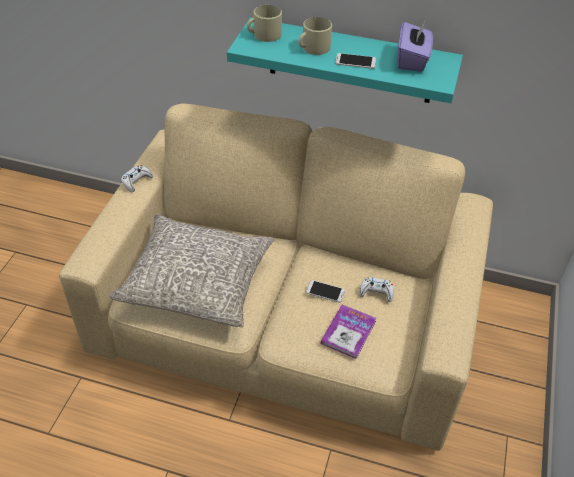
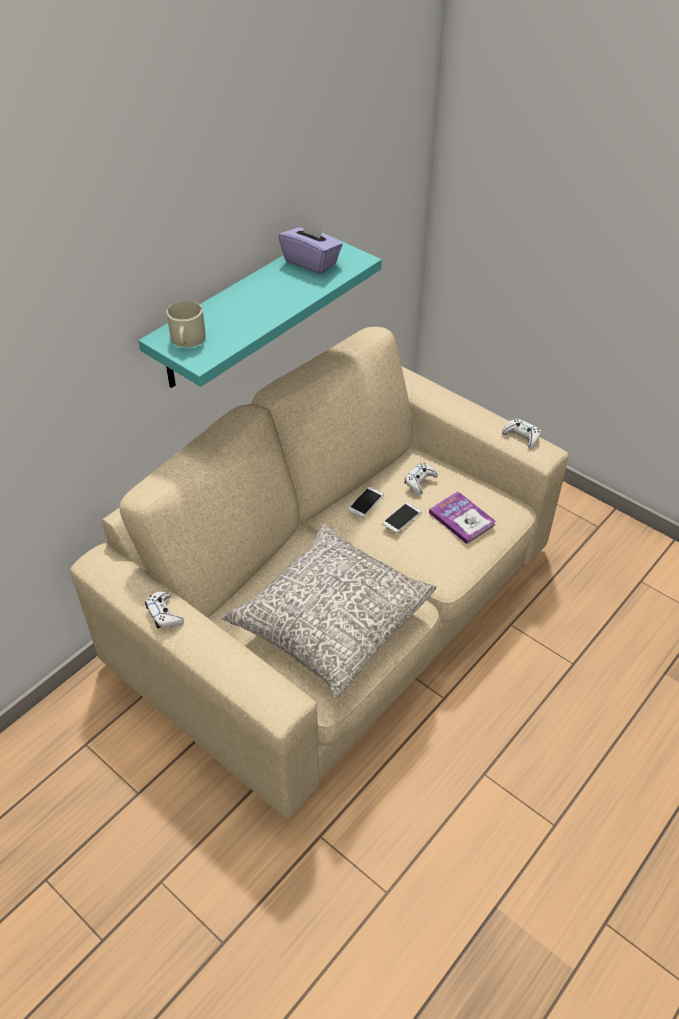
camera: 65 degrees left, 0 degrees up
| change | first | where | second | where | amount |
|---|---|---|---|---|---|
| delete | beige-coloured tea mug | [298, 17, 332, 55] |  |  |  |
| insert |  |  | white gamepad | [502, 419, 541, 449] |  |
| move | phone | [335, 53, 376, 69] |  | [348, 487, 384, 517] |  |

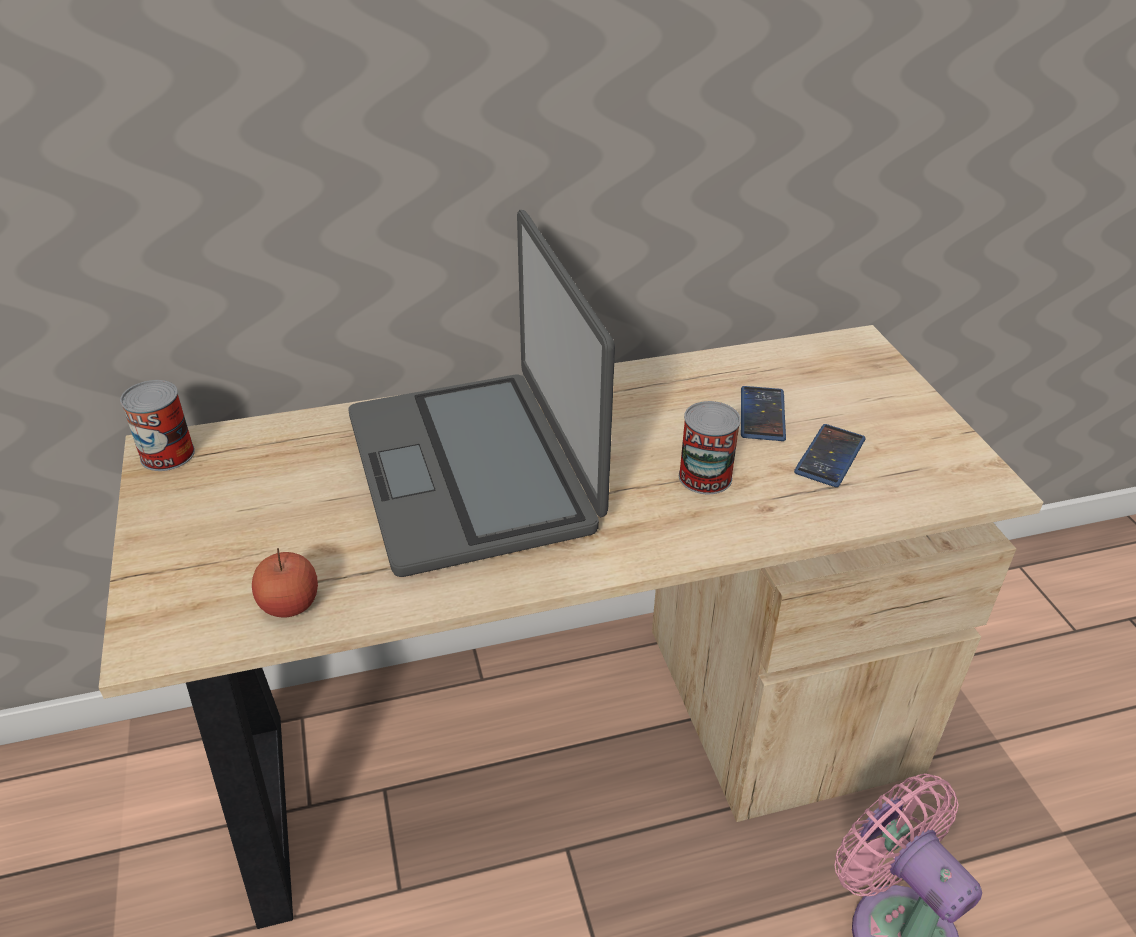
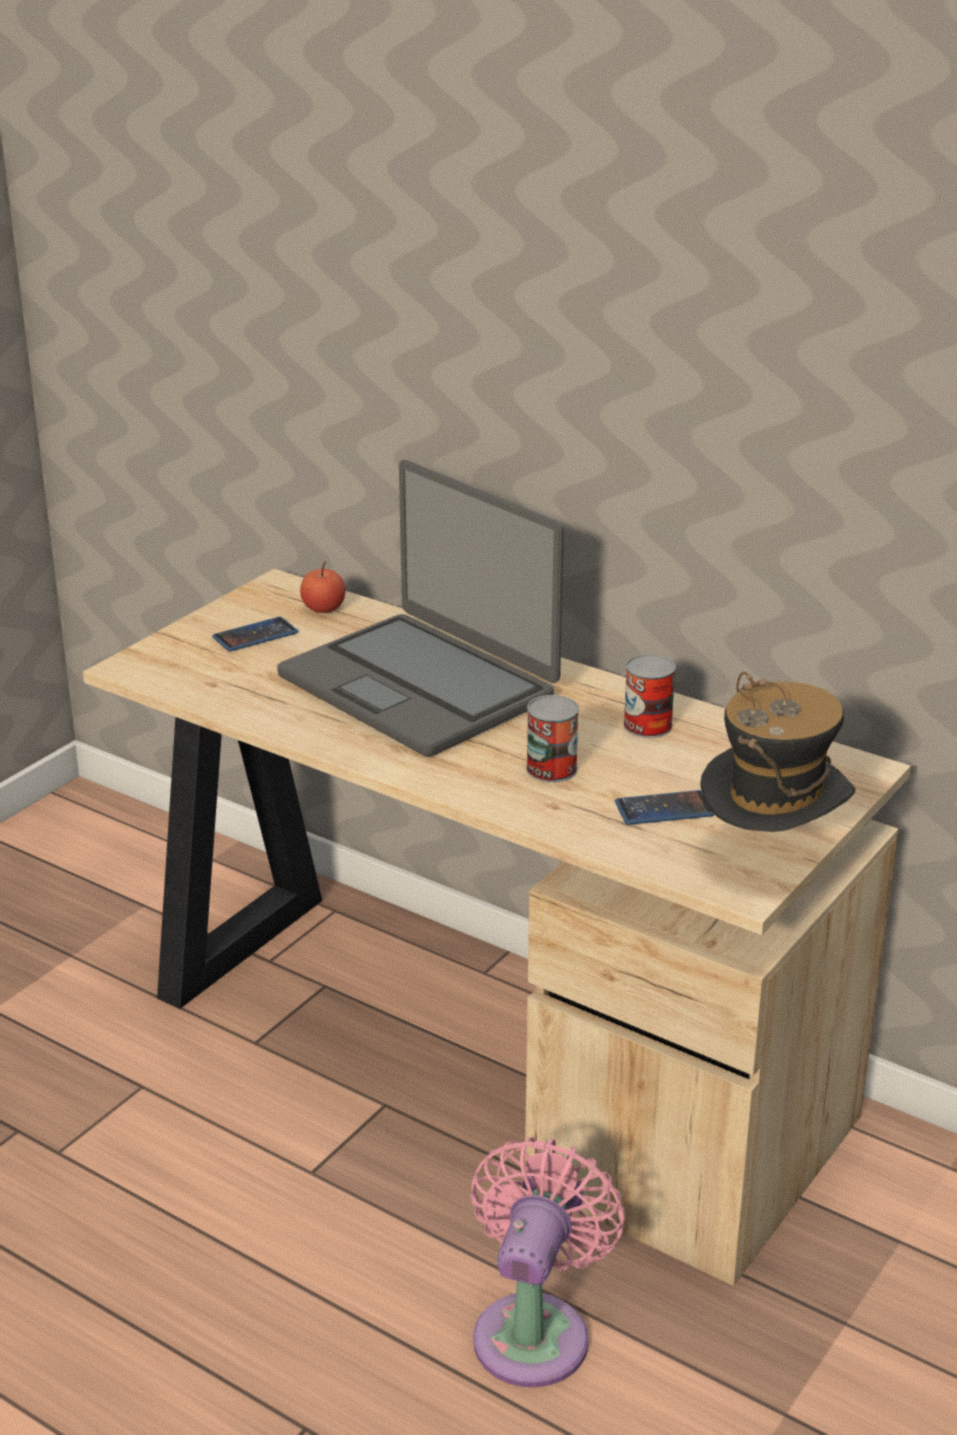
camera: 50 degrees right, 10 degrees down
| change | first | where | second | where | amount |
|---|---|---|---|---|---|
| insert |  |  | clothing hat | [700, 672, 856, 832] |  |
| move | sealed can | [120, 380, 195, 471] |  | [623, 654, 676, 738] |  |
| move | whole apple | [252, 548, 318, 617] |  | [300, 561, 346, 613] |  |
| move | phone | [741, 386, 786, 441] |  | [212, 617, 298, 652] |  |
| rotate | laptop | [348, 210, 615, 577] |  | [277, 460, 564, 757] | 75 degrees counterclockwise |

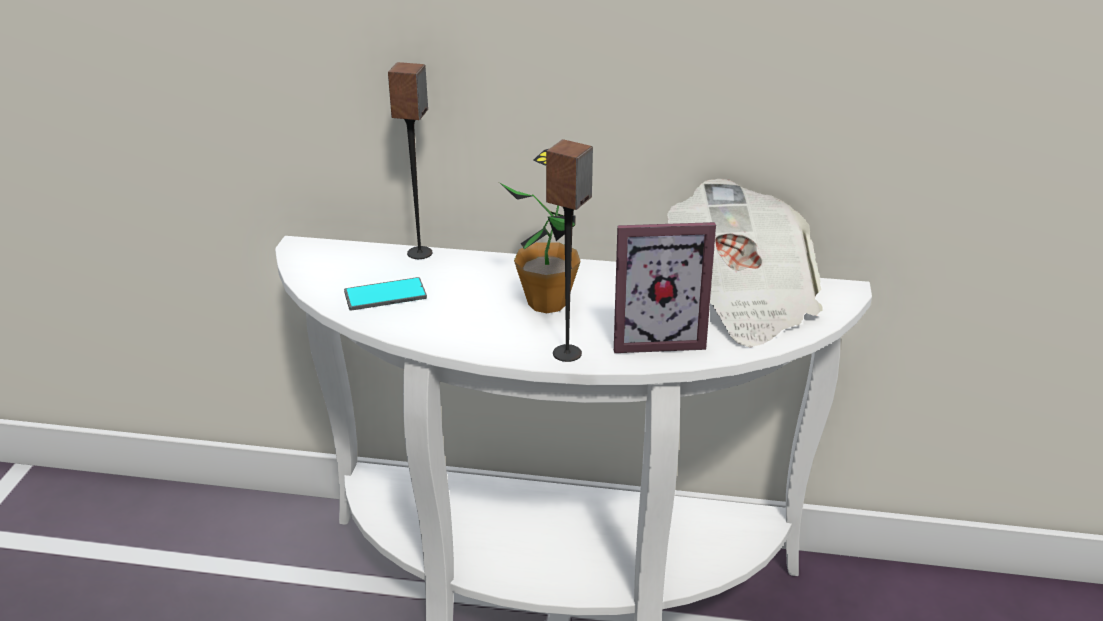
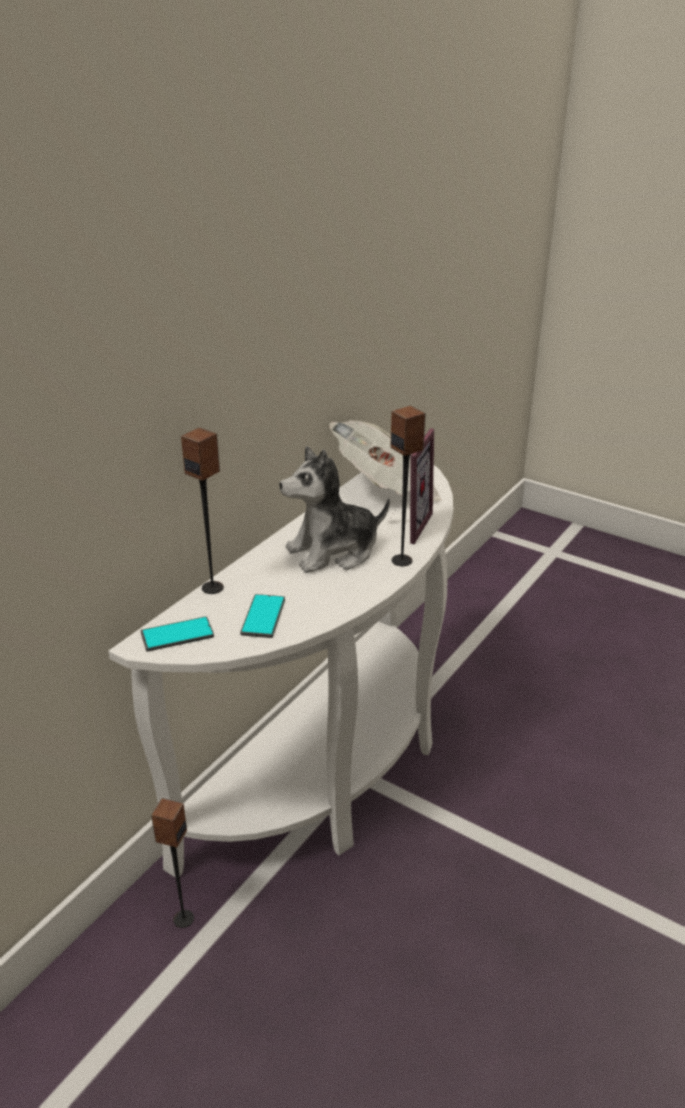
camera: 65 degrees left, 0 degrees up
| change | first | where | second | where | amount |
|---|---|---|---|---|---|
| insert |  |  | phone | [141, 616, 214, 652] |  |
| insert |  |  | audio speaker | [151, 798, 194, 928] |  |
| replace | houseplant | [500, 149, 581, 313] | soft toy | [279, 446, 390, 573] |  |

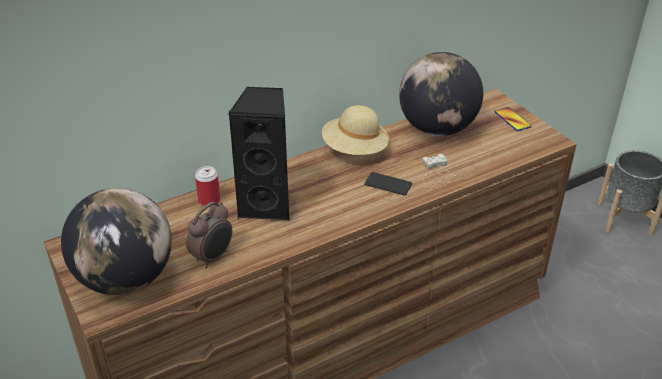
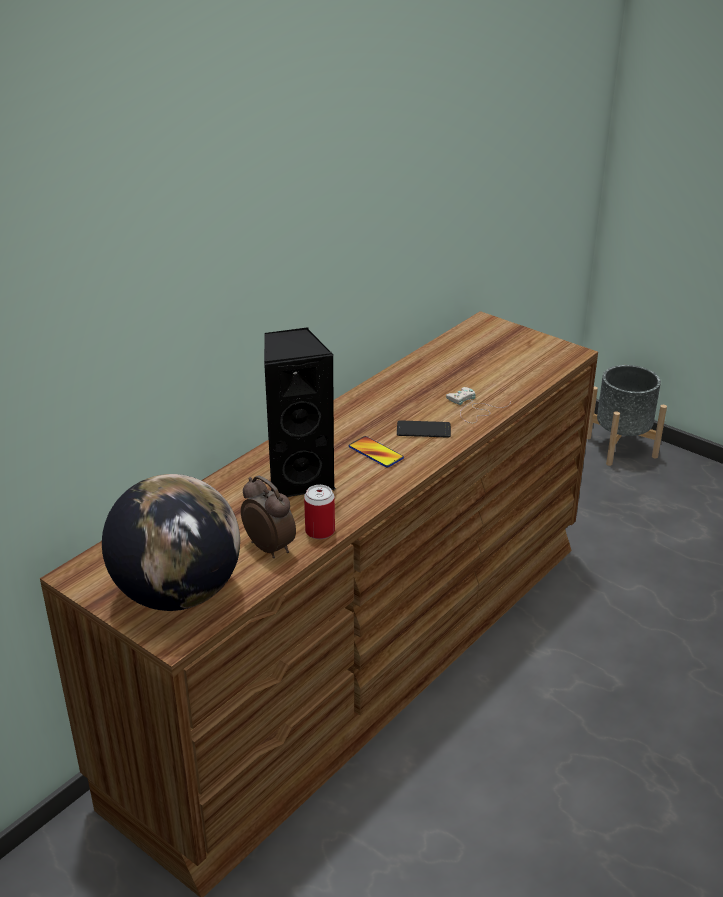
camera: 20 degrees left, 5 degrees down
| change | first | where | second | where | amount |
|---|---|---|---|---|---|
| delete | beige-coloured clothing hat | [322, 105, 389, 155] |  |  |  |
| delete | world globe | [399, 52, 483, 136] |  |  |  |
| move | sealed can | [195, 166, 221, 206] |  | [304, 485, 335, 539] |  |
| move | phone | [495, 107, 532, 131] |  | [349, 436, 404, 468] |  |
| rotate | bedside clock | [186, 202, 232, 268] |  | [241, 475, 296, 558] | 60 degrees counterclockwise |

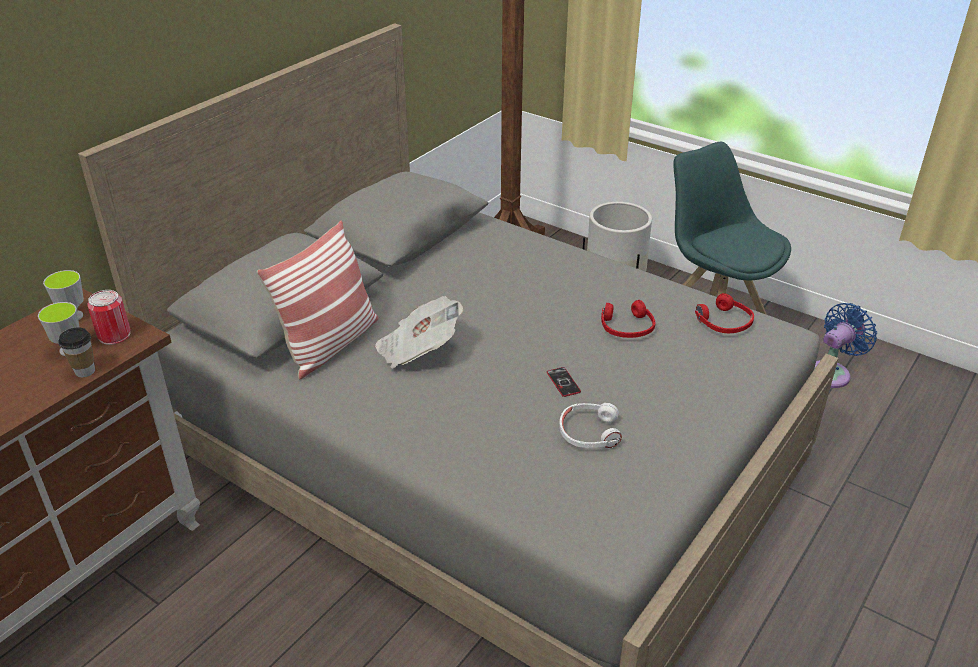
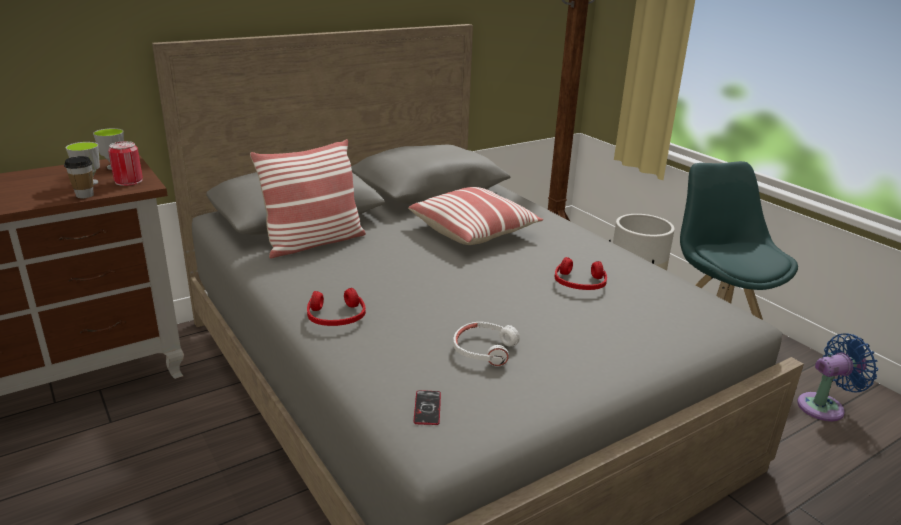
camera: 20 degrees right, 10 degrees down
| change | first | where | second | where | amount |
|---|---|---|---|---|---|
| delete | daily paper | [375, 296, 463, 369] |  |  |  |
| insert |  |  | cushion | [408, 187, 543, 245] |  |
| move | phone | [547, 367, 581, 397] |  | [414, 390, 441, 425] |  |
| move | red-coloured pair of headphones | [695, 293, 754, 333] |  | [307, 288, 366, 326] |  |

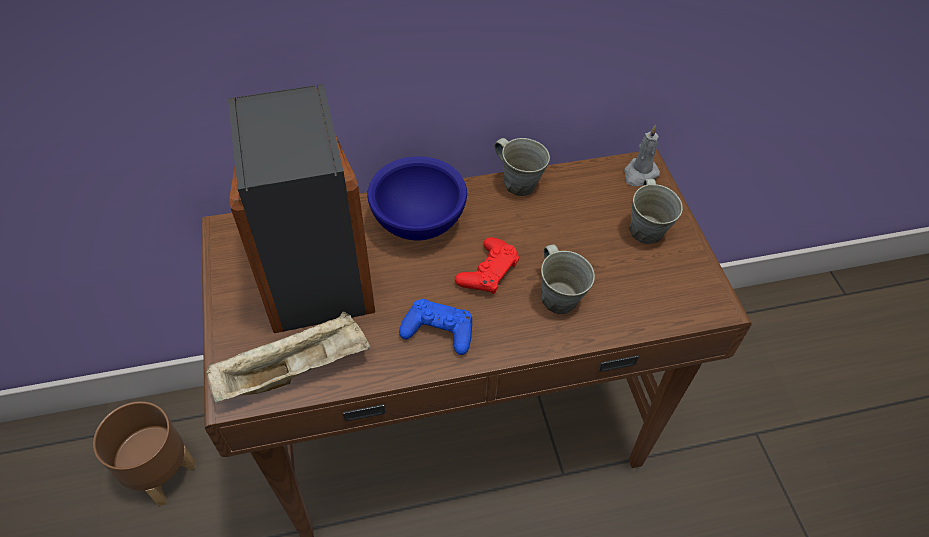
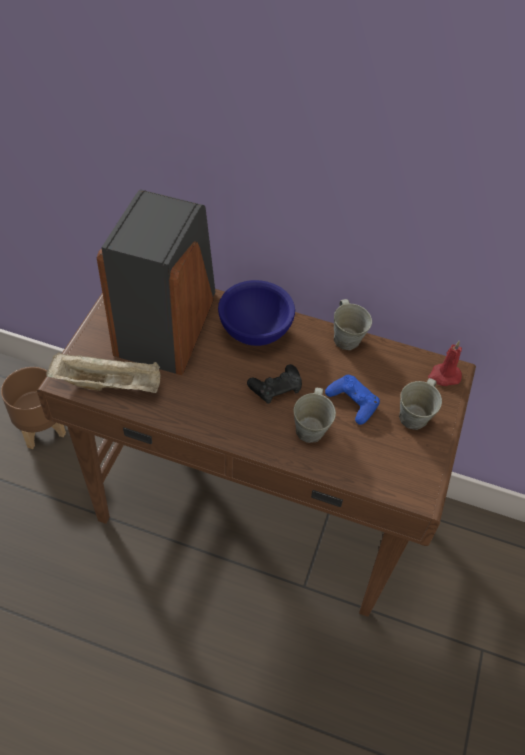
camera: 30 degrees right, 0 degrees up
| change | first | where | second | where | amount |
|---|---|---|---|---|---|
| move | blue gamepad | [399, 299, 472, 355] |  | [325, 375, 380, 425] |  |
| recolor | red-coloured gamepad | [455, 237, 519, 294] | black-coloured gamepad | [247, 364, 302, 404] |  |
| recolor | grey wax candle | [624, 125, 660, 186] | red-coloured wax candle | [428, 341, 462, 386] |  |

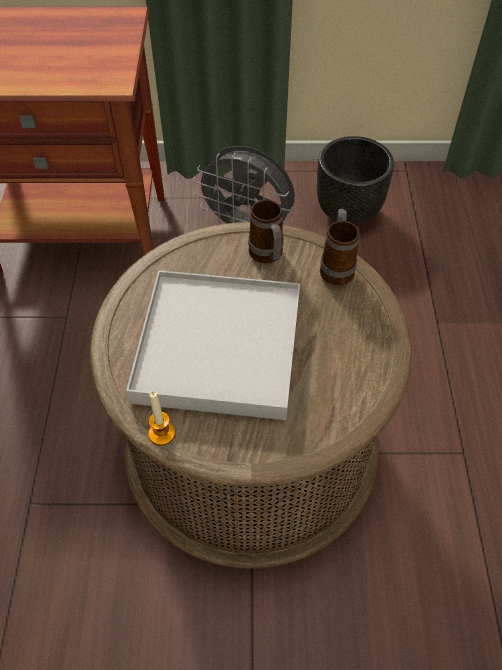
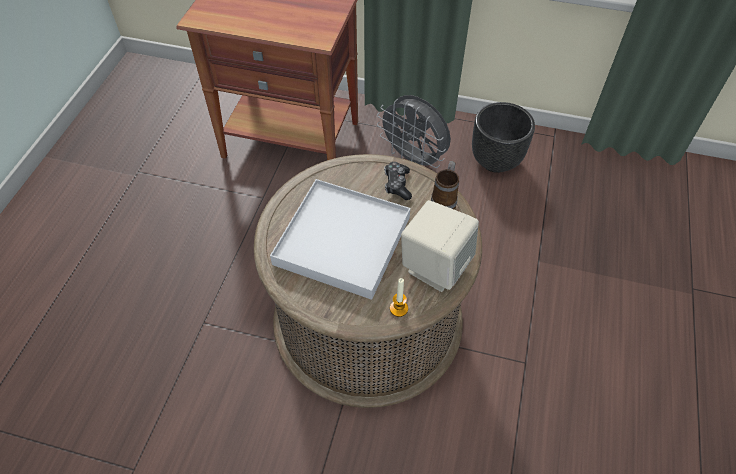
camera: 15 degrees right, 0 degrees up
| change | first | where | second | where | amount |
|---|---|---|---|---|---|
| insert |  |  | beige-coloured audio speaker | [401, 200, 479, 292] |  |
| move | wax candle | [149, 391, 175, 446] |  | [390, 278, 408, 317] |  |
| replace | tea mug | [248, 200, 284, 263] | gamepad | [384, 162, 412, 200] |  |

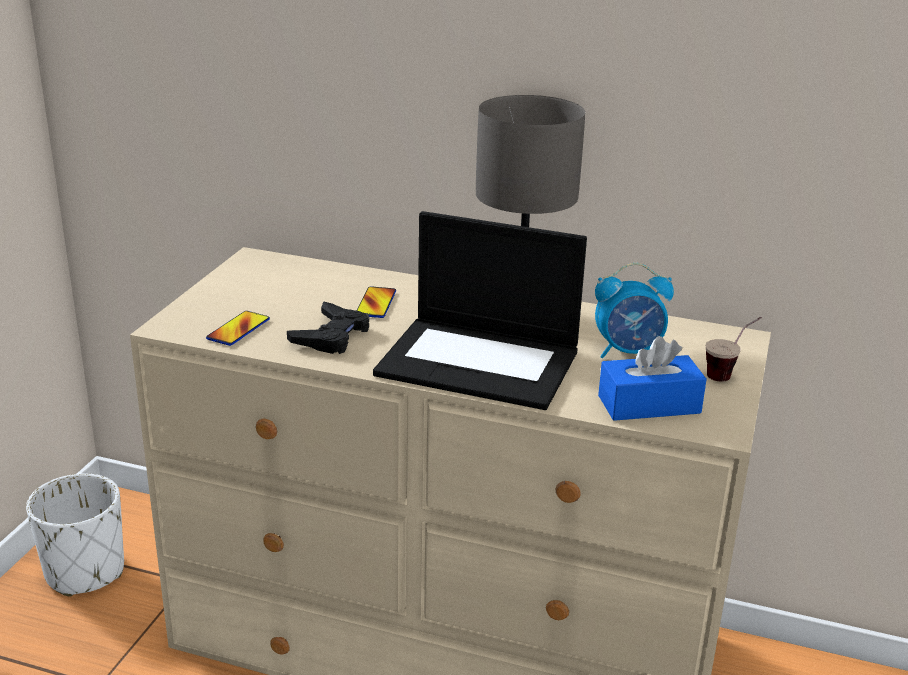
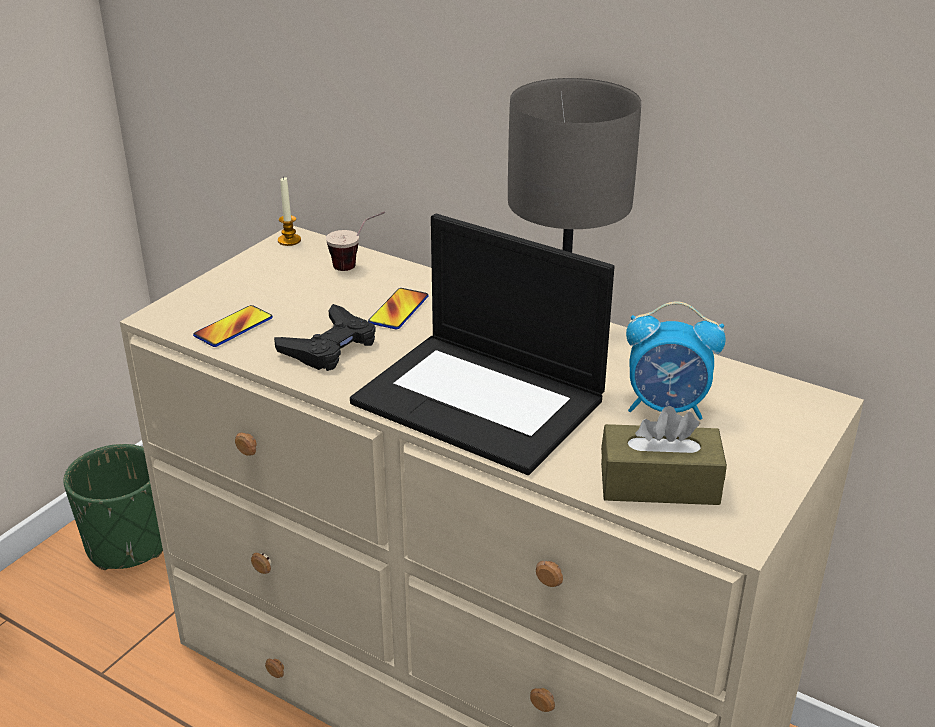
camera: 15 degrees right, 5 degrees up
| change | first | where | second | where | amount |
|---|---|---|---|---|---|
| insert |  |  | wax candle | [278, 176, 301, 246] |  |
| move | small cup | [706, 317, 762, 382] |  | [326, 211, 385, 271] |  |
| recolor | white planter | [26, 473, 124, 597] | greenish planter | [63, 444, 163, 570] |  |
| recolor | blue box of tissues | [598, 336, 707, 421] | brown-coloured box of tissues | [601, 406, 727, 505] |  |

